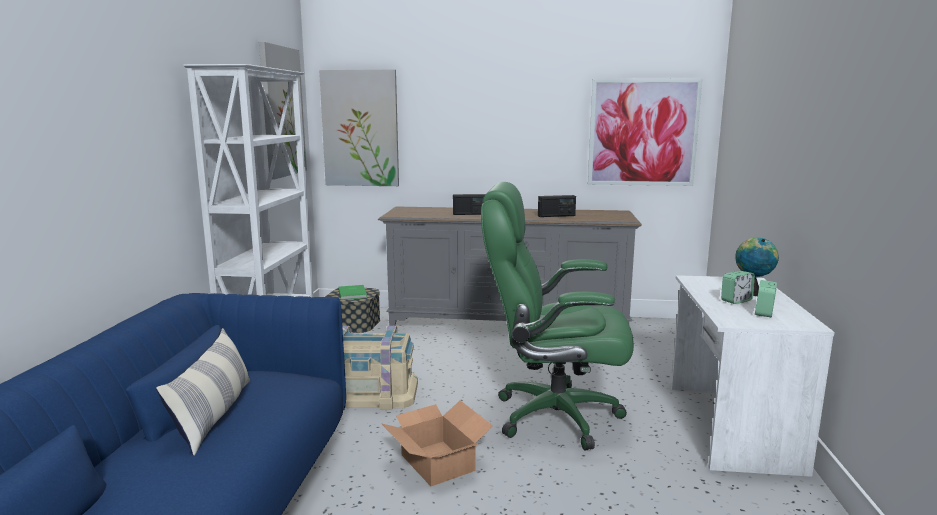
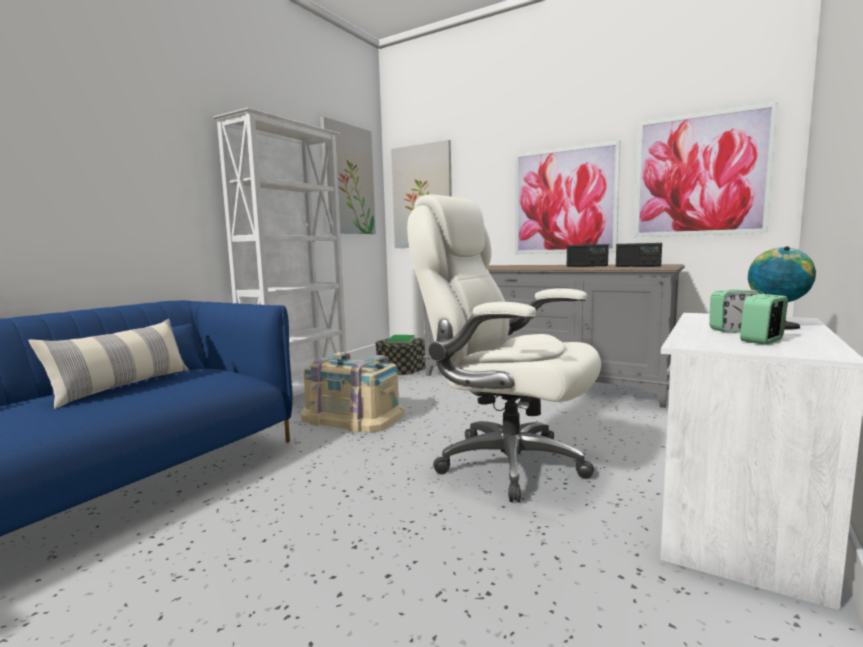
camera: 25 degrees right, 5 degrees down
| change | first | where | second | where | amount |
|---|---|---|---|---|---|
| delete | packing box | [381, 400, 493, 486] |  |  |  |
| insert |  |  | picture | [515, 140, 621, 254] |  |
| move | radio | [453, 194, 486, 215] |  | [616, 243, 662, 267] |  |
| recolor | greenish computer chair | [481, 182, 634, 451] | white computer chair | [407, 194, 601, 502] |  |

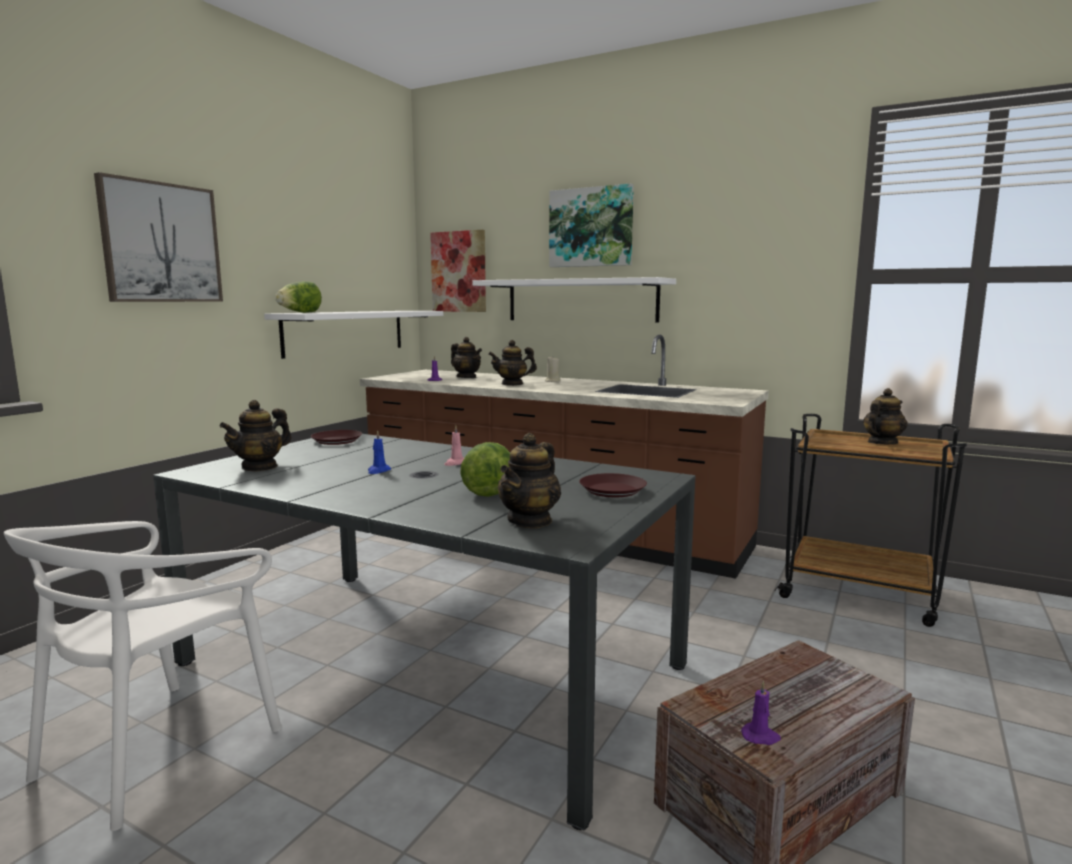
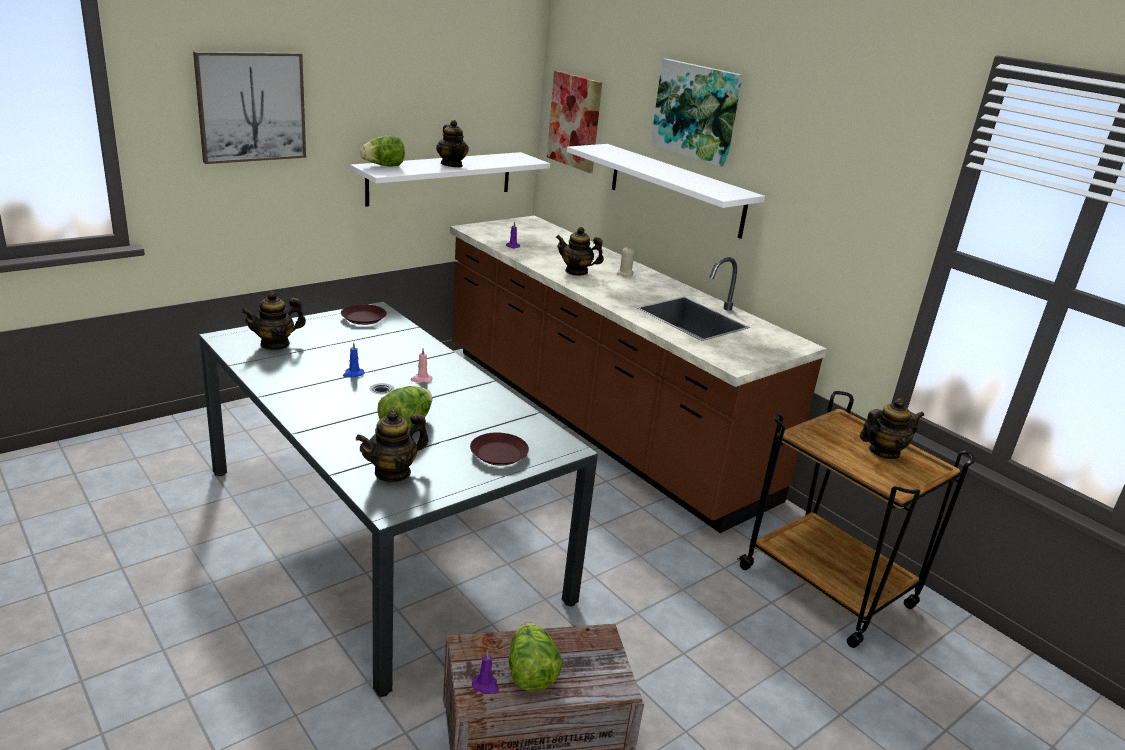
camera: 20 degrees right, 15 degrees up
| change | first | where | second | where | amount |
|---|---|---|---|---|---|
| delete | white plain chair | [4, 521, 282, 831] |  |  |  |
| insert |  |  | lettuce | [509, 622, 562, 691] |  |
| move | tea pot | [451, 337, 482, 378] |  | [436, 120, 469, 167] |  |

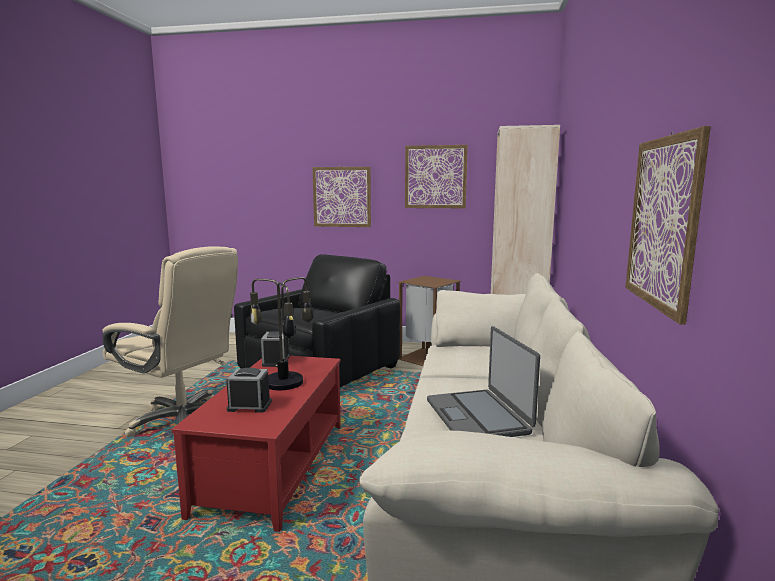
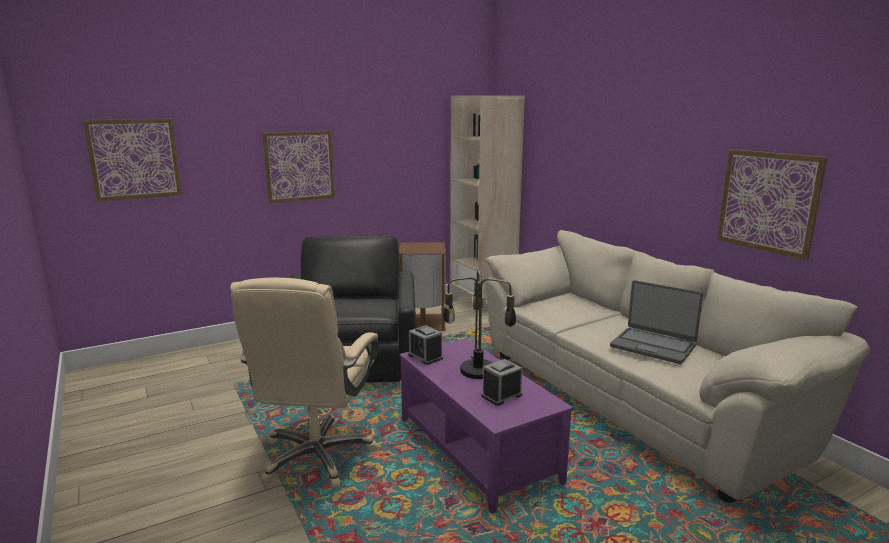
camera: 40 degrees left, 5 degrees up
| change | first | where | second | where | amount |
|---|---|---|---|---|---|
| move | picture | [405, 144, 468, 208] |  | [83, 118, 182, 202] |  |
| recolor | red-coloured lounge table | [172, 356, 341, 532] | purple lounge table | [399, 338, 573, 514] |  |
| rotate | beige-coloured computer chair | [102, 246, 238, 437] |  | [230, 278, 379, 489] | 105 degrees clockwise |

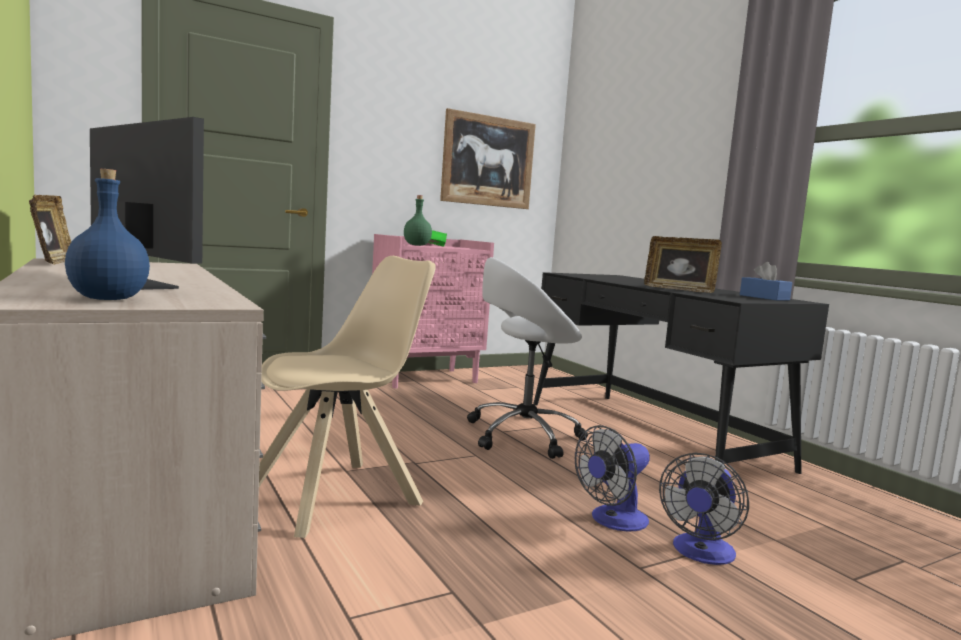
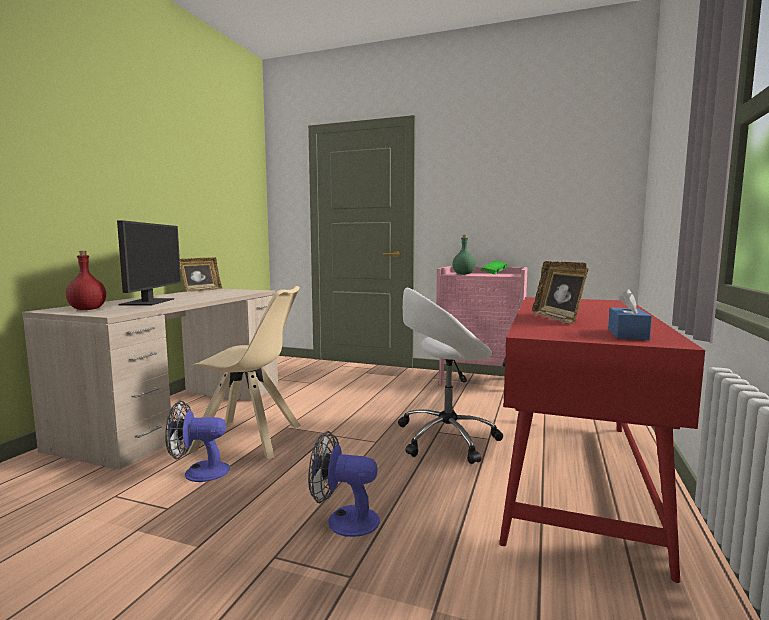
camera: 50 degrees right, 0 degrees up
| change | first | where | second | where | amount |
|---|---|---|---|---|---|
| delete | picture | [440, 108, 536, 209] |  |  |  |
| move | fan | [659, 453, 749, 565] |  | [165, 400, 230, 482] |  |
| recolor | blue beverage bottle | [65, 169, 150, 300] | red-coloured beverage bottle | [66, 251, 106, 310] |  |
| recolor | black-coloured desk unit | [533, 272, 829, 474] | red-coloured desk unit | [499, 297, 705, 583] |  |
| rotate | white computer chair | [467, 257, 588, 459] |  | [398, 288, 503, 464] | 45 degrees counterclockwise |

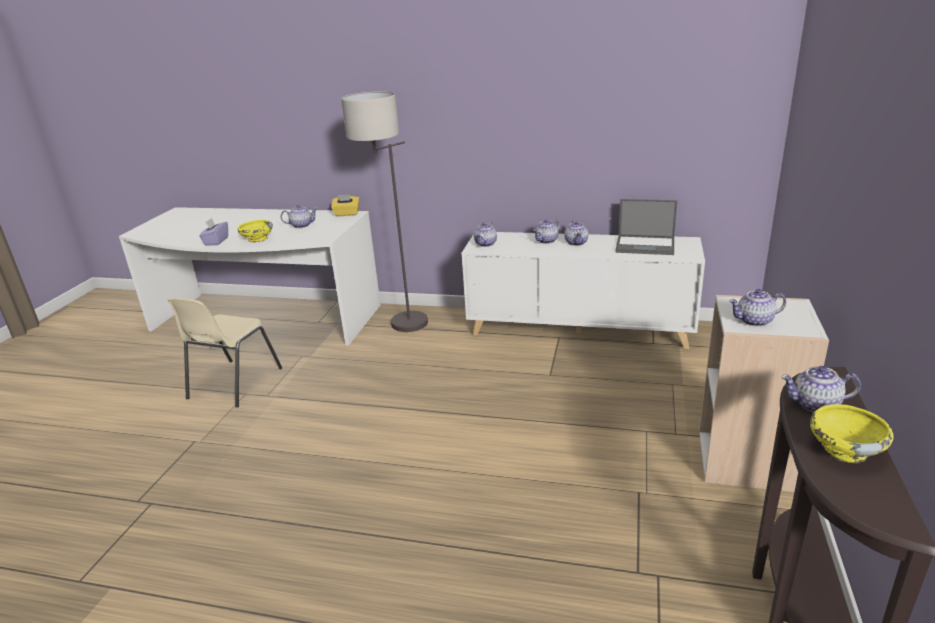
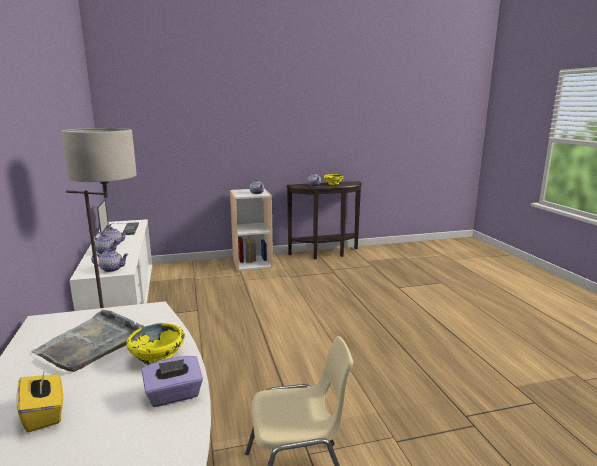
camera: 120 degrees left, 10 degrees down
| change | first | where | second | where | amount |
|---|---|---|---|---|---|
| move | yellowish box of tissues | [331, 195, 360, 216] |  | [17, 372, 63, 432] |  |
| replace | tea pot | [281, 205, 318, 228] | grey carrying tray | [31, 310, 145, 372] |  |

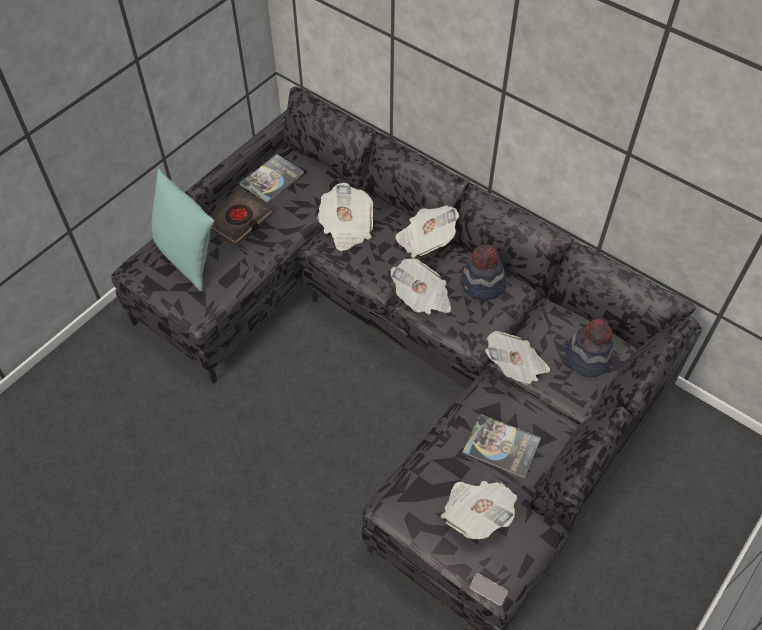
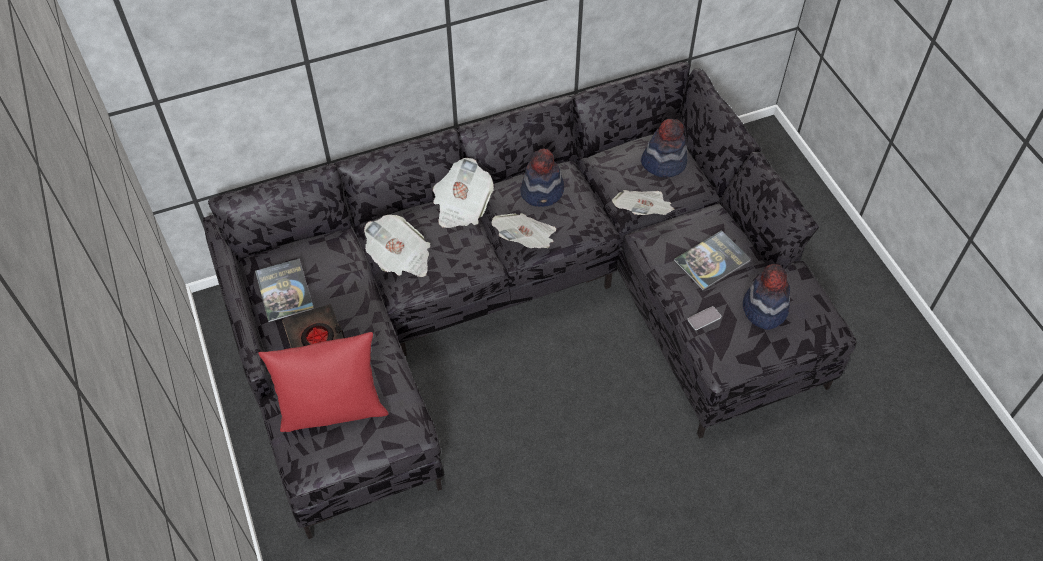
camera: 60 degrees left, 0 degrees up
| change | first | where | second | where | amount |
|---|---|---|---|---|---|
| move | phone | [470, 574, 508, 606] |  | [688, 306, 721, 330] |  |
| replace | daily paper | [441, 481, 517, 539] | clothing hat | [743, 264, 790, 330] |  |
| recolor | blue-green cushion | [152, 168, 214, 291] | red-coloured cushion | [258, 332, 389, 432] |  |

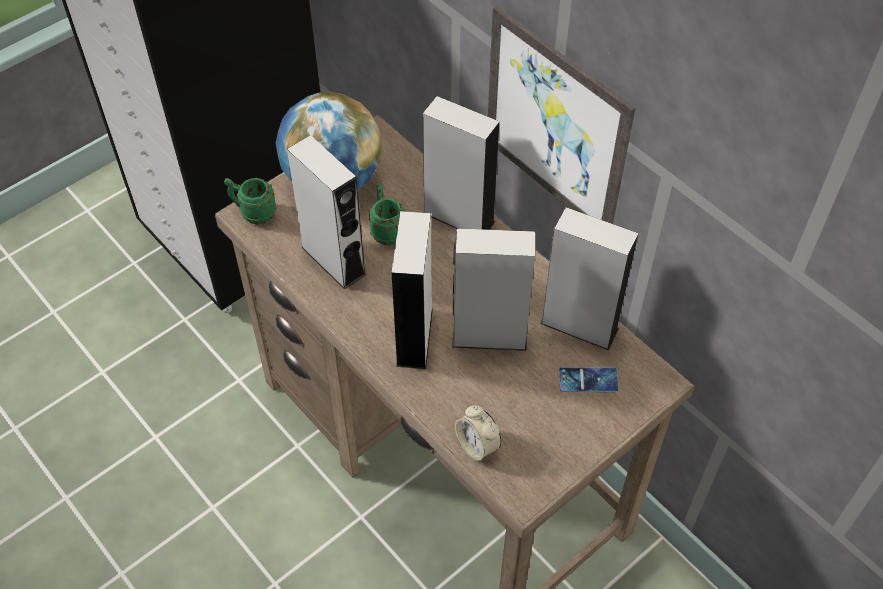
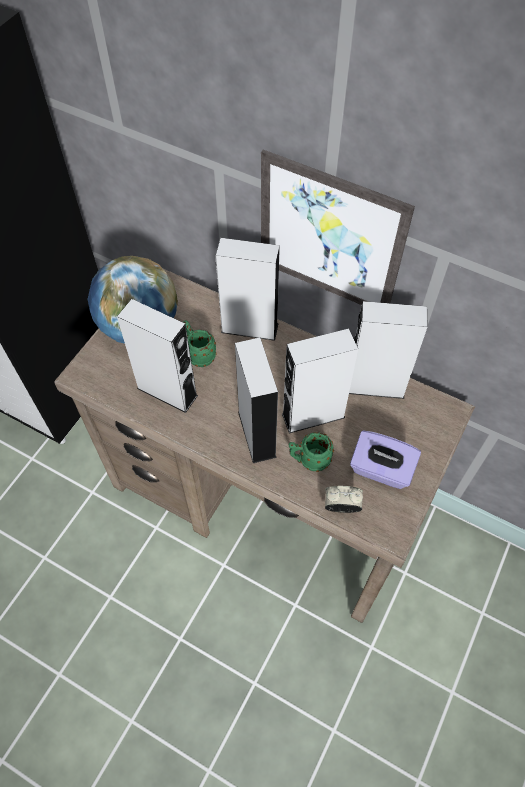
camera: 20 degrees left, 5 degrees up
| change | first | where | second | where | amount |
|---|---|---|---|---|---|
| delete | phone | [559, 367, 619, 392] |  |  |  |
| insert |  |  | purple box of tissues | [350, 430, 421, 489] |  |
| move | greenish tea mug | [224, 178, 277, 225] |  | [289, 432, 334, 472] |  |
| rotate | bedside clock | [455, 405, 501, 462] |  | [325, 486, 363, 513] | 150 degrees clockwise |

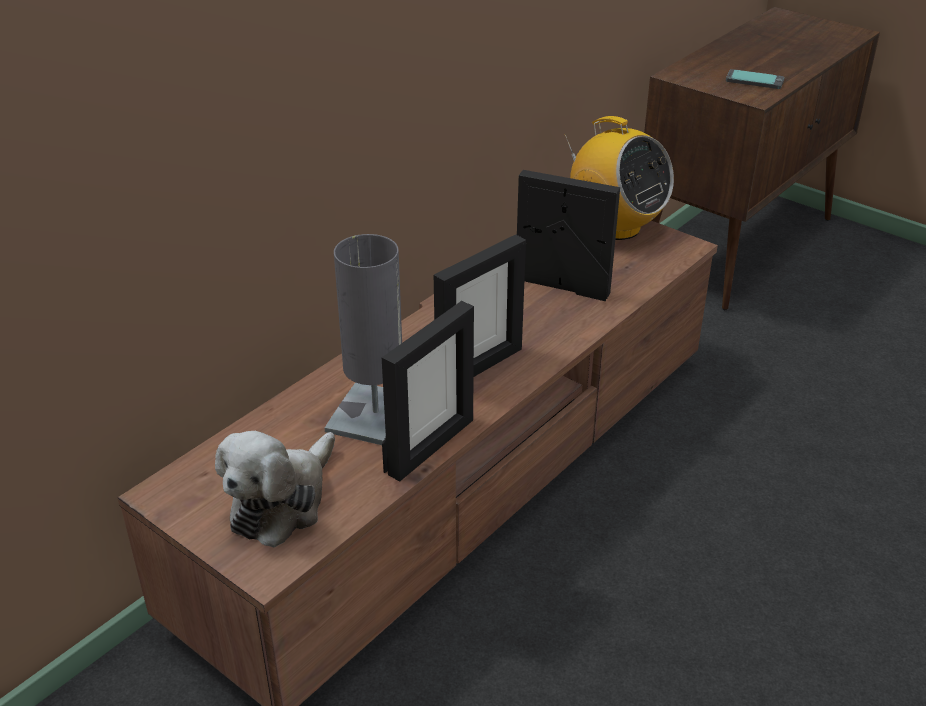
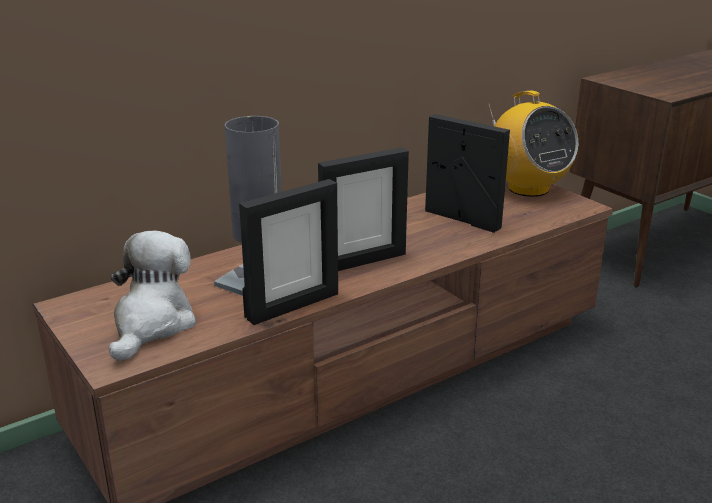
camera: 15 degrees right, 10 degrees down
| change | first | where | second | where | amount |
|---|---|---|---|---|---|
| delete | phone | [726, 69, 785, 89] |  |  |  |
| rotate | soft toy | [215, 431, 335, 548] |  | [109, 230, 196, 362] | 150 degrees clockwise |

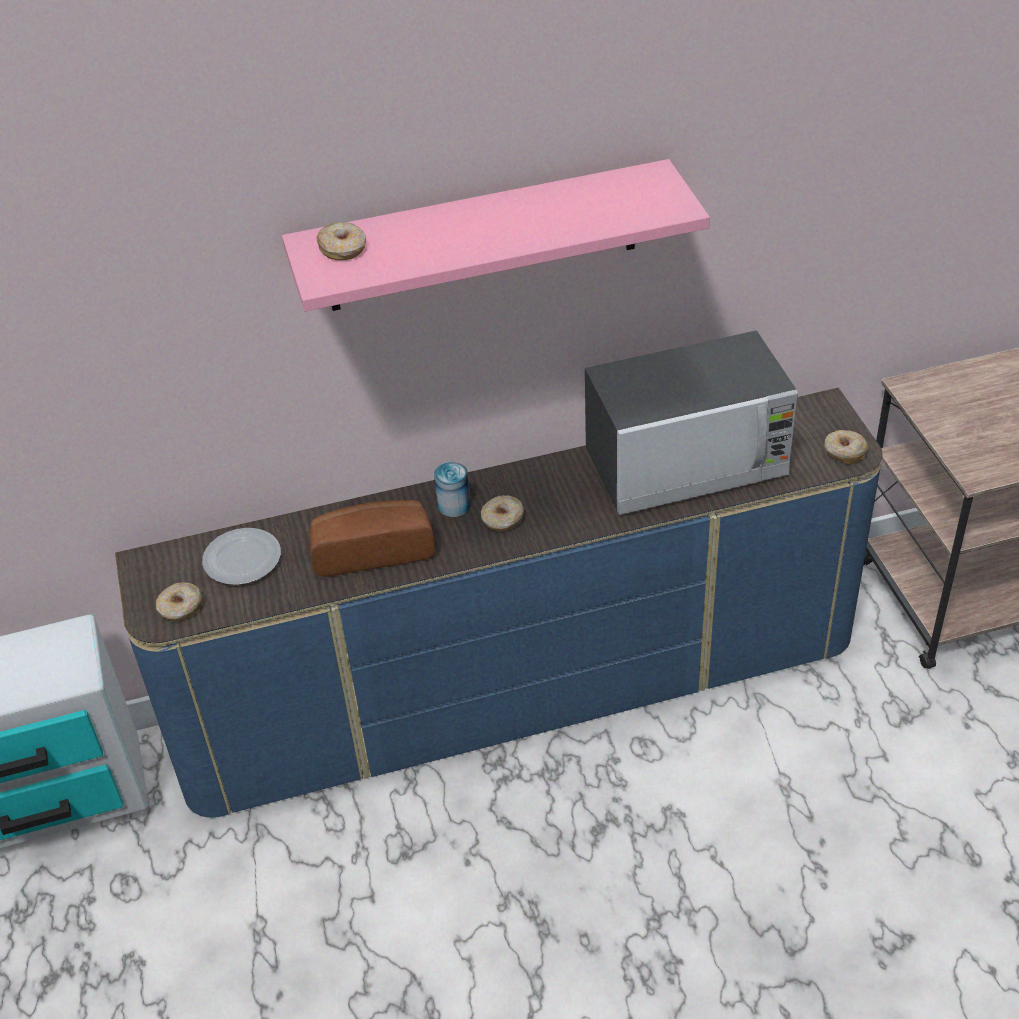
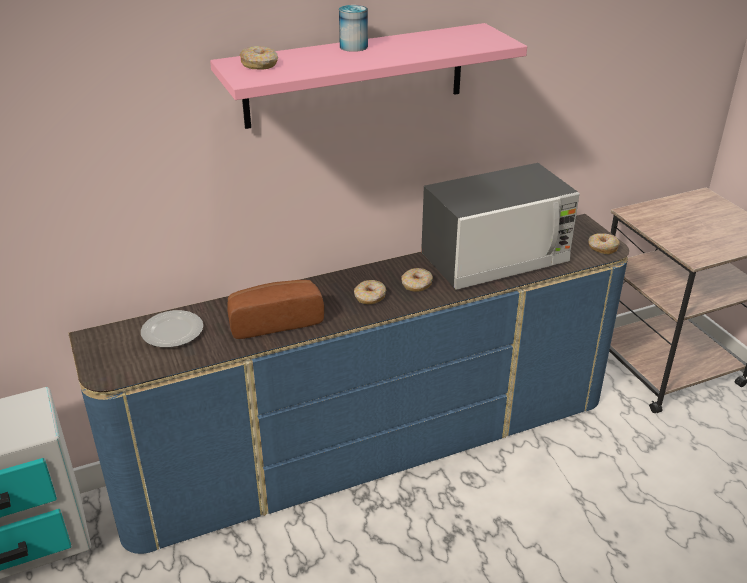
camera: 10 degrees left, 10 degrees down
| change | first | where | second | where | amount |
|---|---|---|---|---|---|
| move | doughnut | [156, 582, 202, 621] |  | [401, 268, 433, 292] |  |
| move | sealed can | [434, 462, 471, 517] |  | [339, 5, 368, 52] |  |

